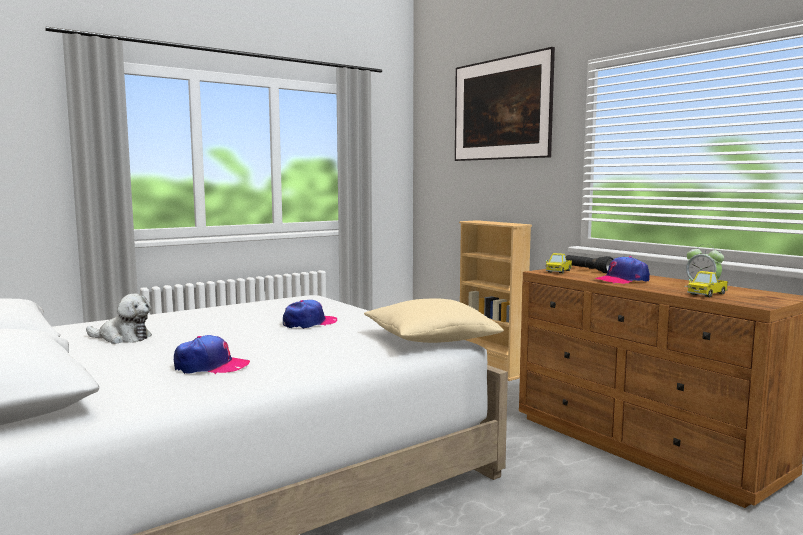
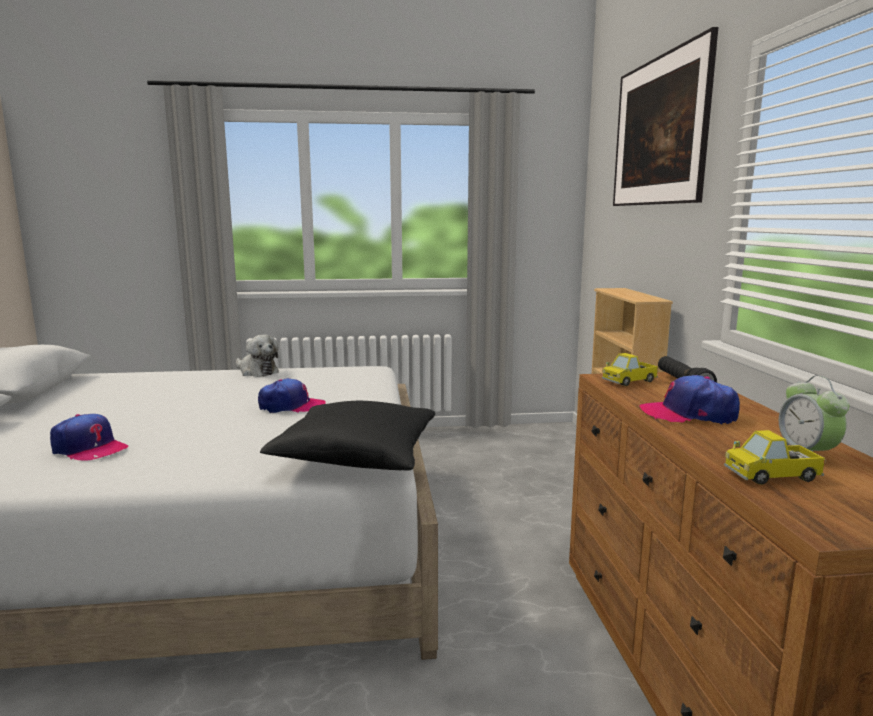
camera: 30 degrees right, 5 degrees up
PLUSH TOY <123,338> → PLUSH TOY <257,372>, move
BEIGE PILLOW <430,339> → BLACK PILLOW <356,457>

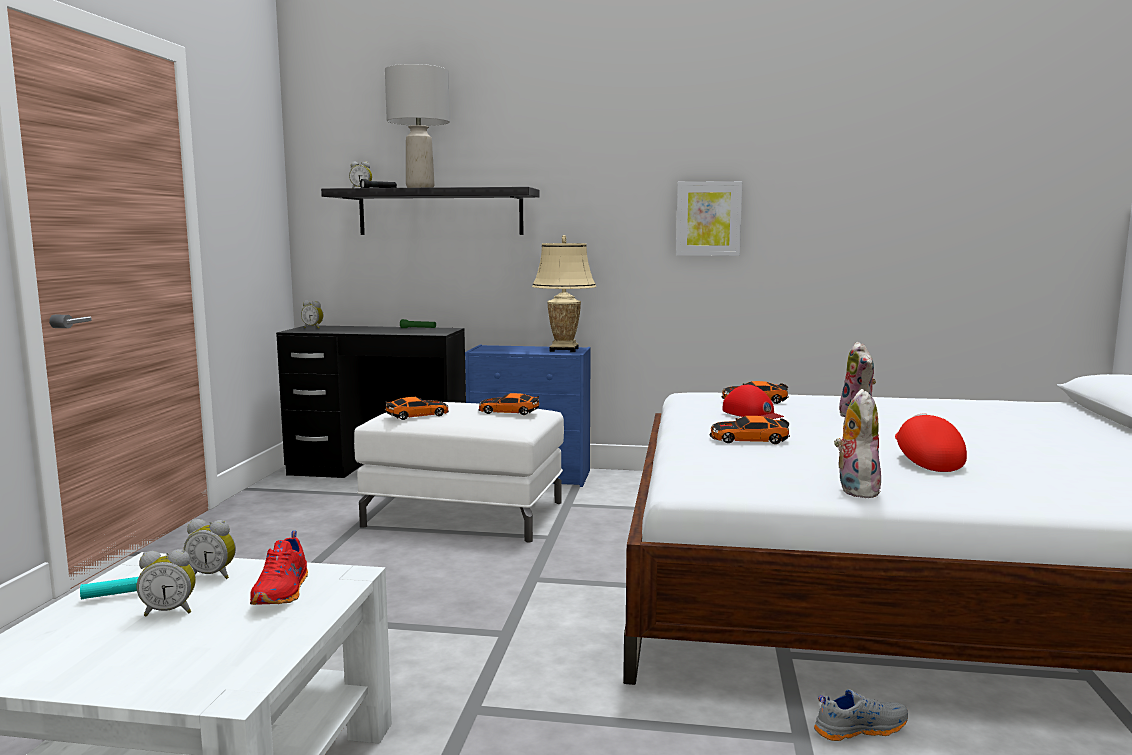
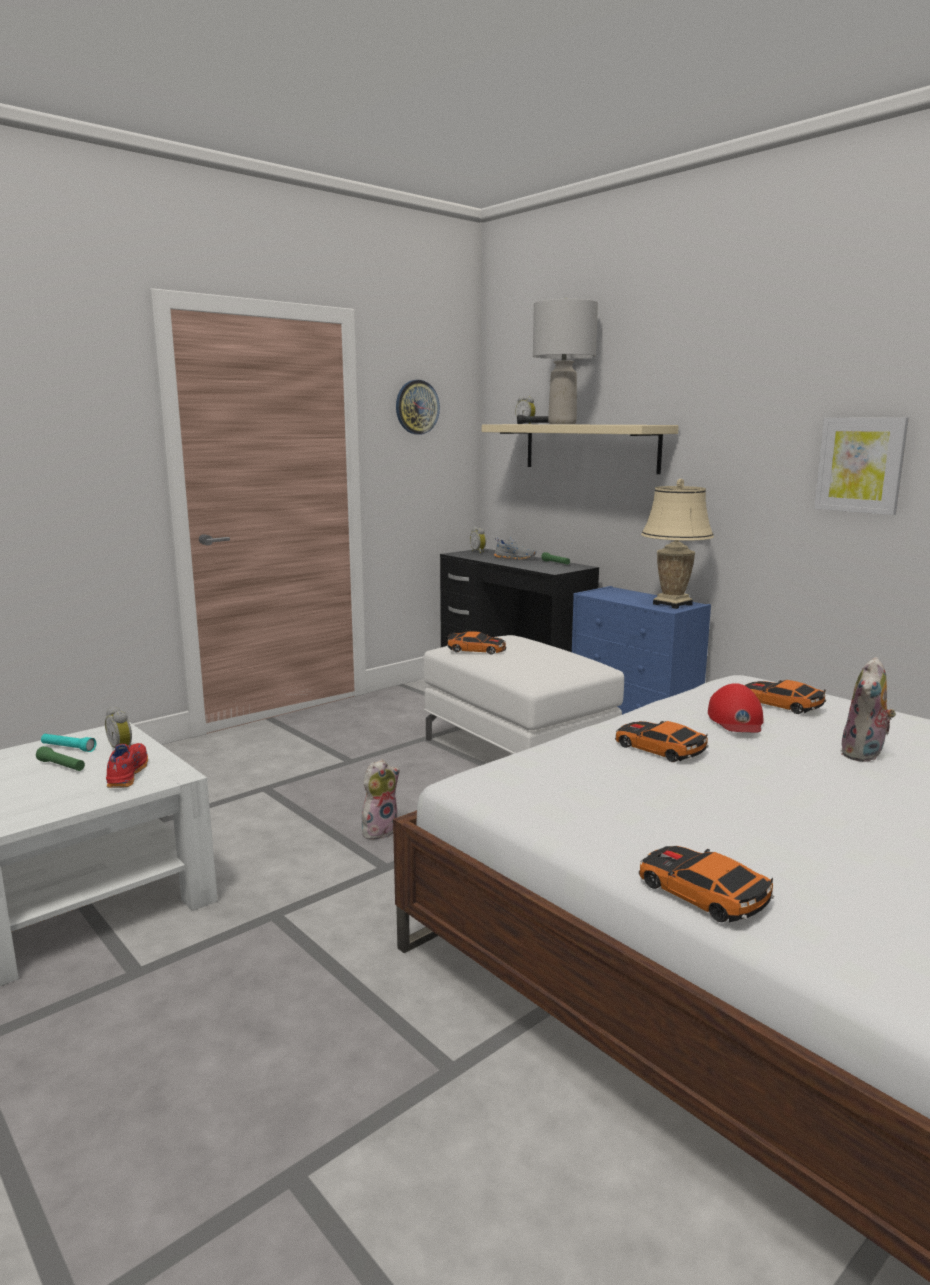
camera: 40 degrees right, 5 degrees up
ALARM CLOCK <170,611> → GREEN FLASHLIGHT <61,766>
RED SHOE <283,592> → RED SHOE <126,774>, 135 degrees clockwise
PLUSH TOY <854,489> → PLUSH TOY <379,830>, move
- → WALL CLOCK <416,407>
BLACK SHELF <440,212> → BEIGE SHELF <590,447>
GREY SHOE <859,728> → GREY SHOE <515,558>, move
TOY CAR <509,411> → TOY CAR <701,893>, move
RED CAP <925,461> → -

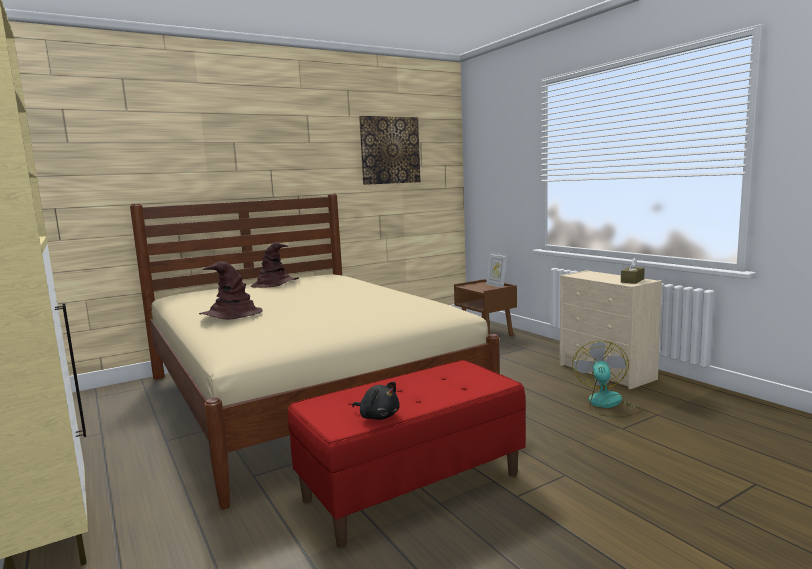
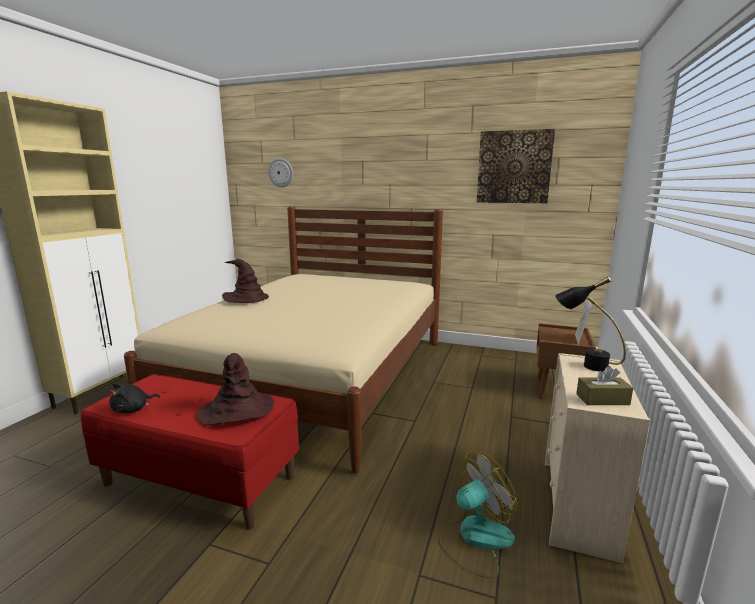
camera: 50 degrees right, 5 degrees up
BLACK PLUSH TOY <378,416> → BLACK PLUSH TOY <133,409>, 45 degrees clockwise
BROWN HAT <275,284> → BROWN HAT <236,411>, move
- → WALL CLOCK <281,172>
- → BLACK TABLE LAMP <584,364>

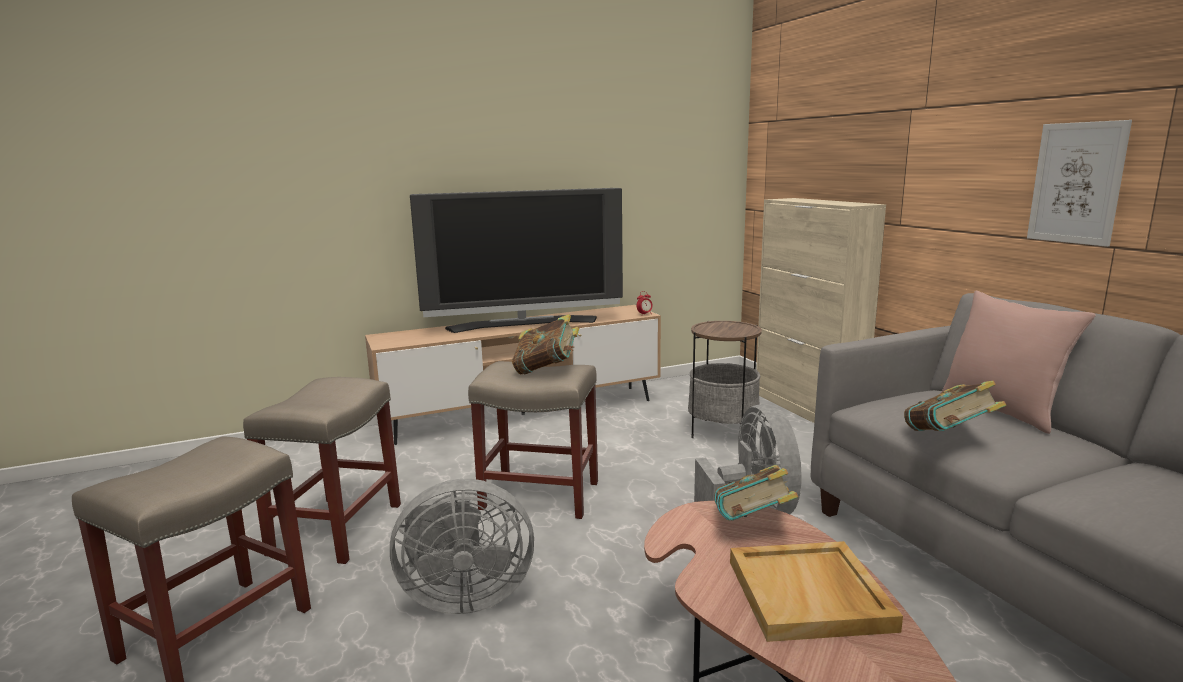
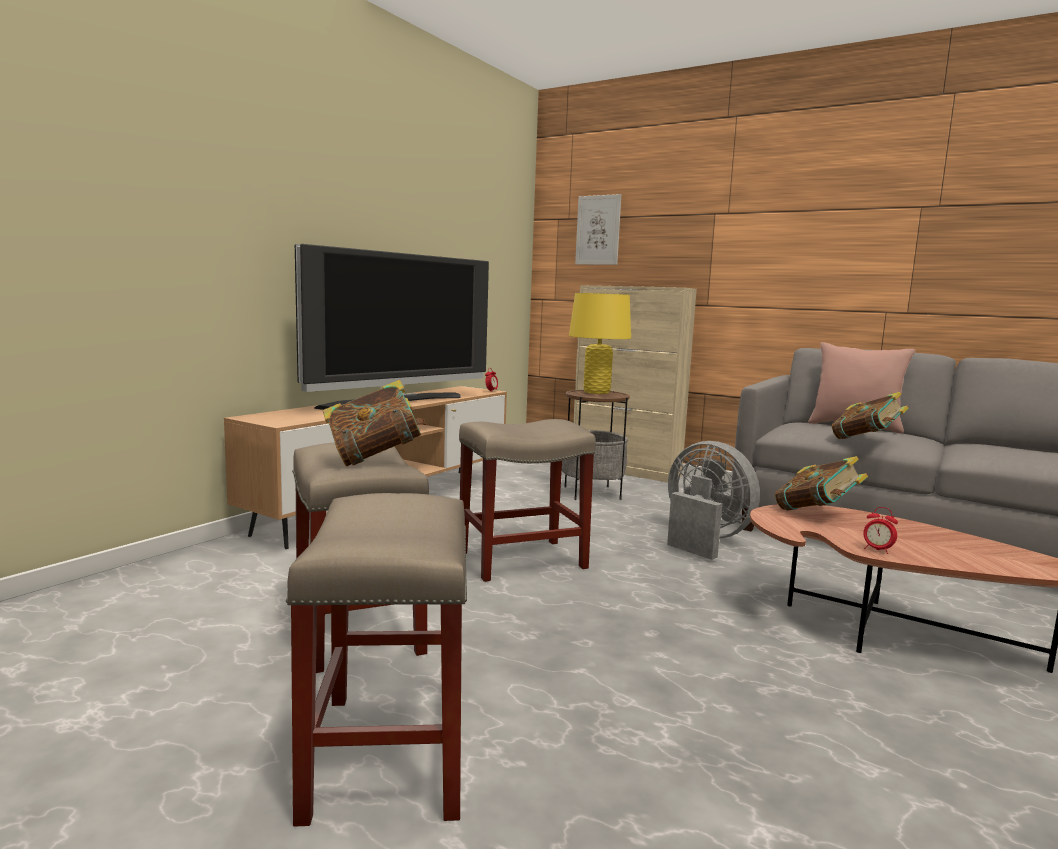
camera: 35 degrees left, 5 degrees down
BOOK <546,370> → BOOK <374,459>, move
- → YELLOW TABLE LAMP <596,392>
PICTURE <1076,183> → PICTURE <598,230>, move
- → ALARM CLOCK <877,550>
GREY FAN <462,597> → -
BEIGE TRAY <810,595> → -

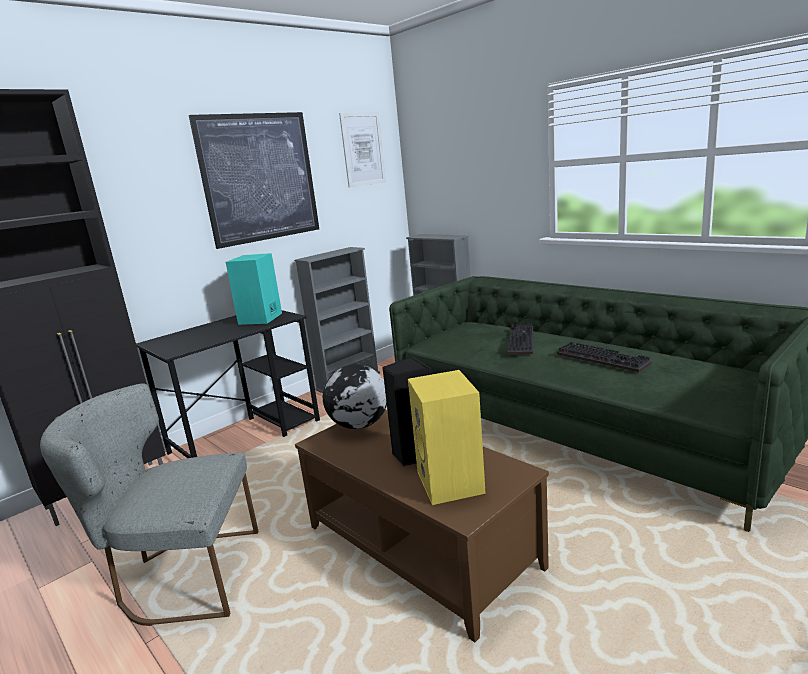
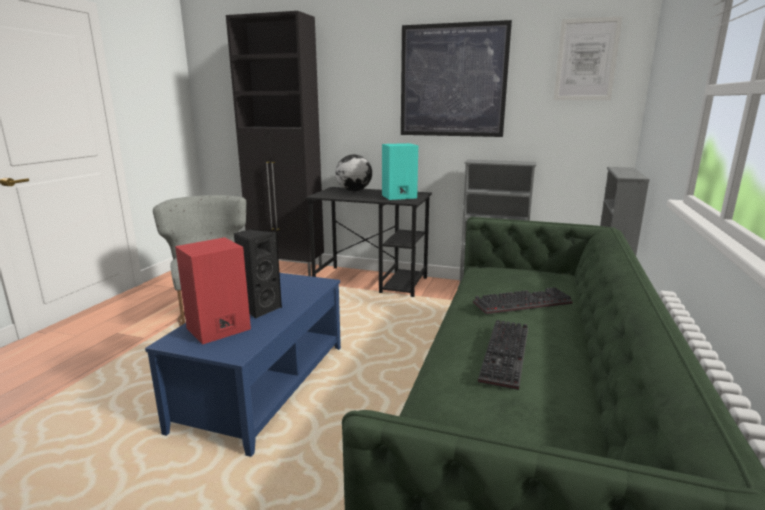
camera: 60 degrees right, 0 degrees up
BROWN COFFEE TABLE <421,546> → BLUE COFFEE TABLE <266,386>
YELLOW SPEAKER <452,483> → RED SPEAKER <217,329>
GLOBE <359,425> → GLOBE <353,191>, move

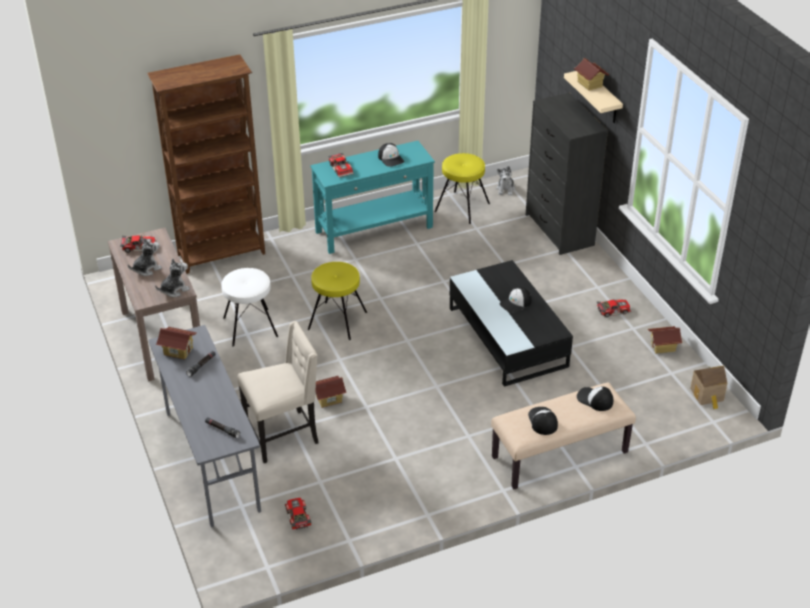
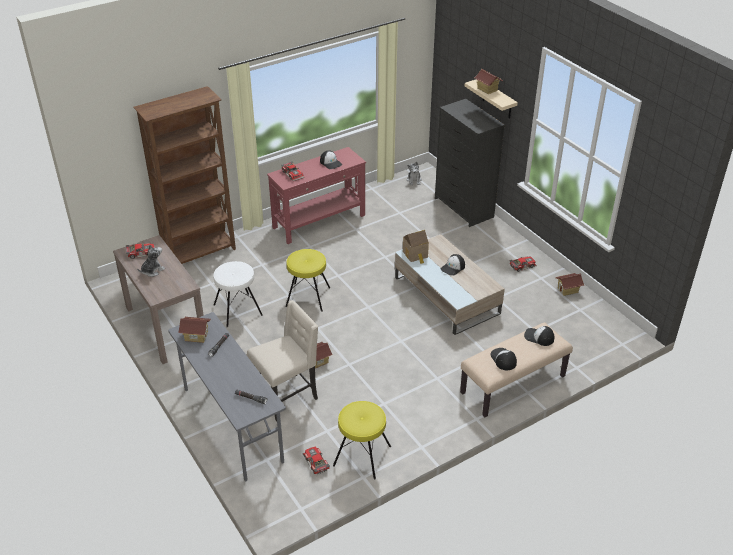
camera: 10 degrees left, 0 degrees up
TURQUOISE CONSOLE TABLE <375,230> → RED CONSOLE TABLE <319,221>
YELLOW STOOL <462,207> → YELLOW STOOL <362,456>, move
BLACK COFFEE TABLE <507,337> → BEIGE COFFEE TABLE <446,295>
TOY HOUSE <707,396> → TOY HOUSE <416,255>, move
PLUSH TOY <174,290> → -

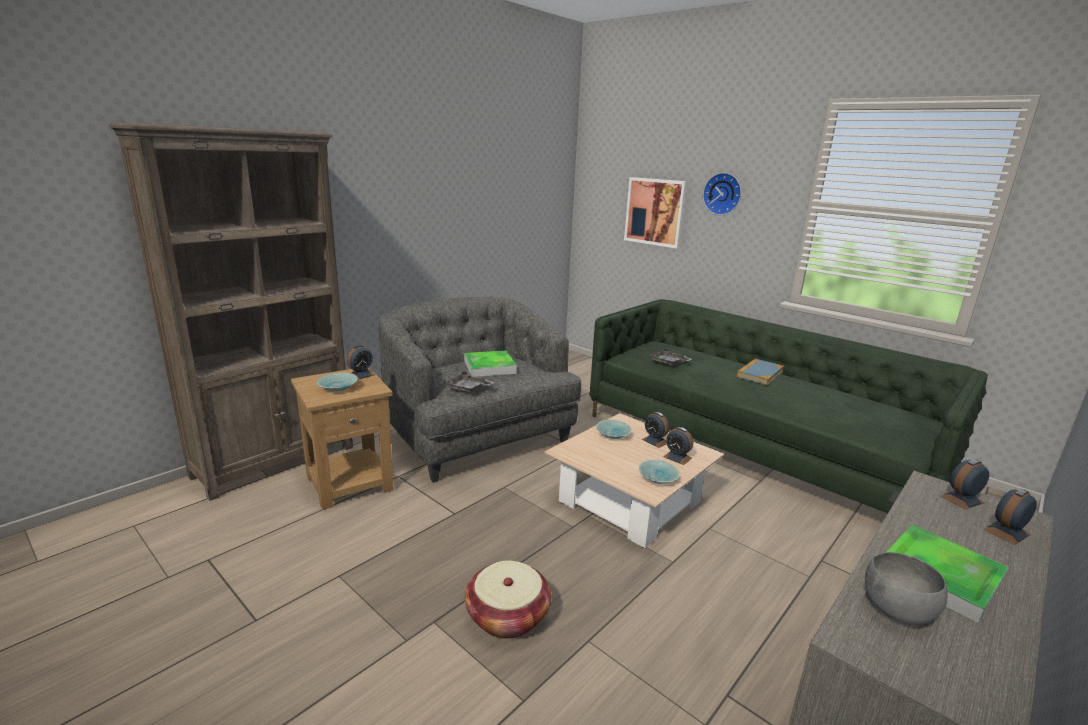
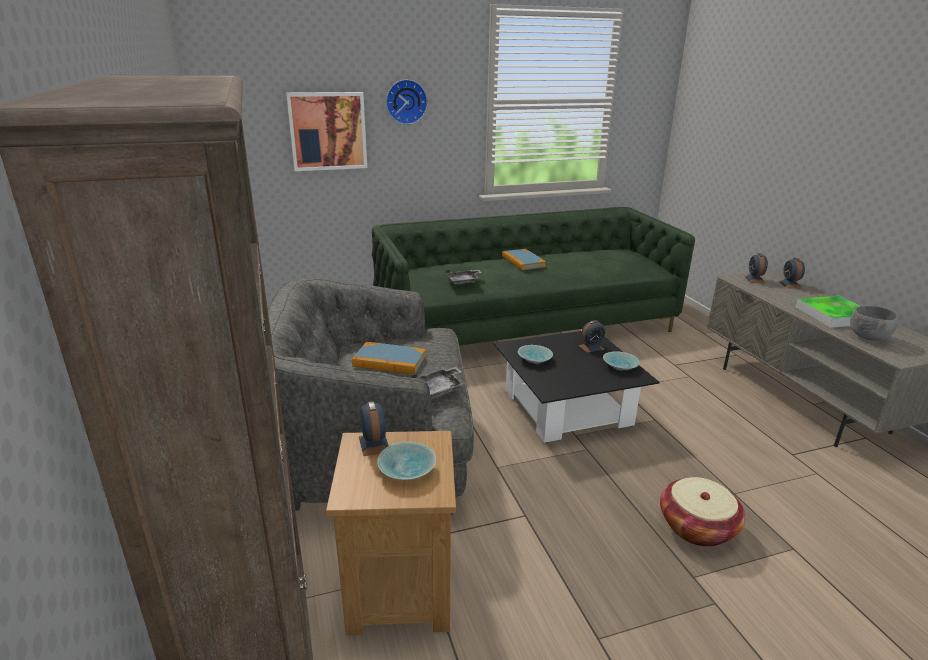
camera: 60 degrees left, 5 degrees up
TRAY <489,367> → BOOK <389,361>
BEIGE COFFEE TABLE <629,502> → BLACK COFFEE TABLE <567,408>
ALARM CLOCK <655,441> → -

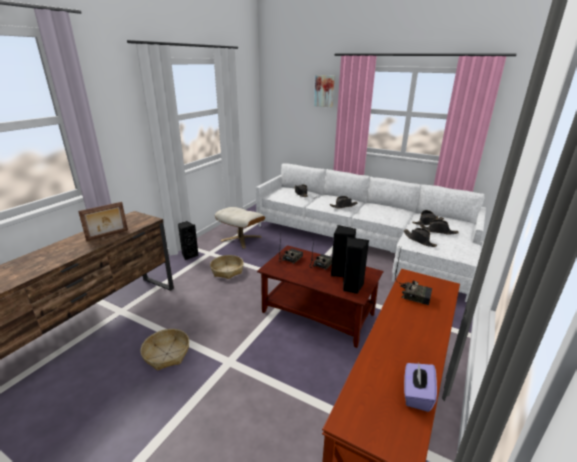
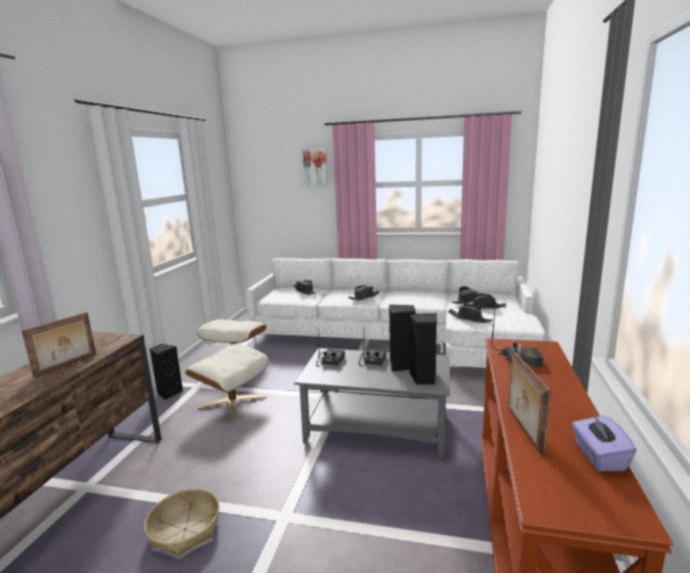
camera: 15 degrees left, 10 degrees down
BASKET <227,270> → BEIGE OTTOMAN <232,402>
BROWN COFFEE TABLE <319,313> → GREY COFFEE TABLE <378,428>
- → PICTURE FRAME <523,430>

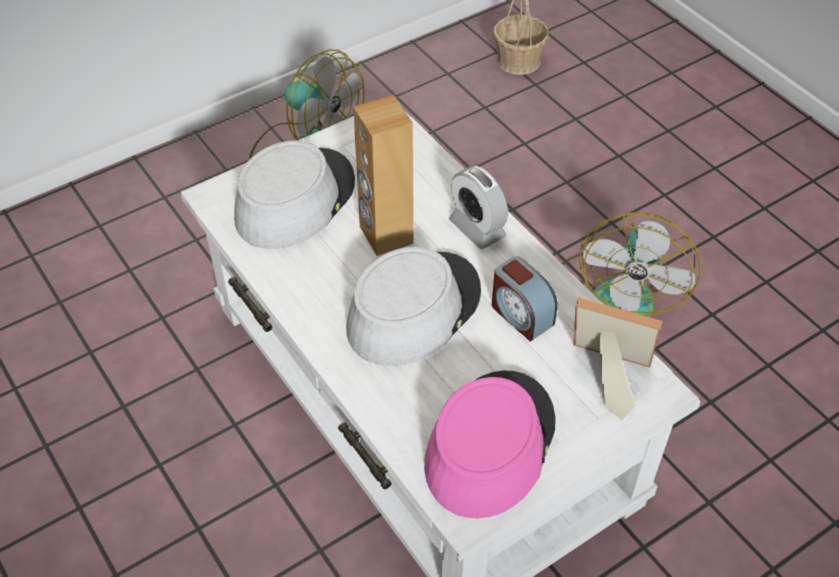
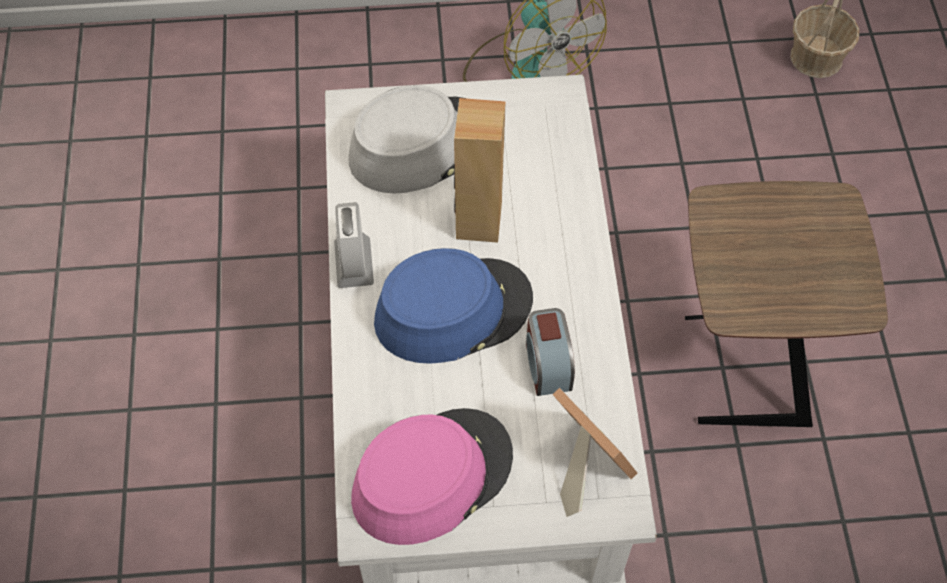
camera: 30 degrees right, 10 degrees up
ALARM CLOCK <477,228> → ALARM CLOCK <354,263>, move
GREY HAT <413,309> → BLUE HAT <453,310>
FAN <619,293> → BROWN SIDE TABLE <741,370>

